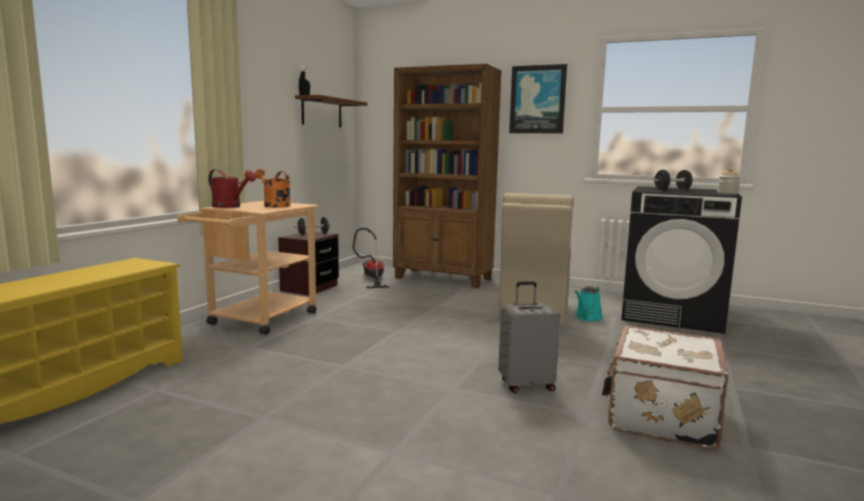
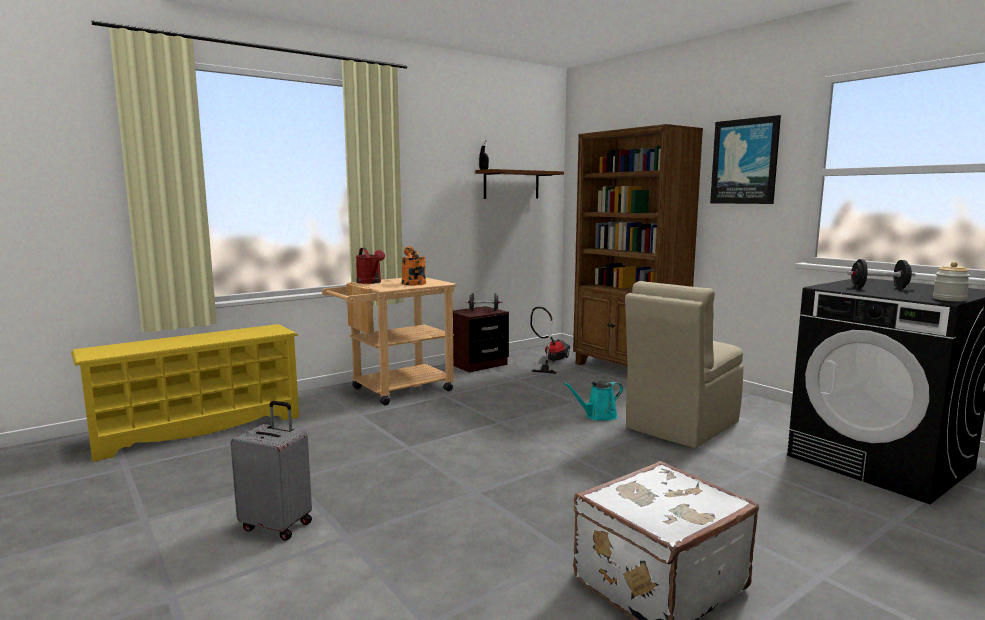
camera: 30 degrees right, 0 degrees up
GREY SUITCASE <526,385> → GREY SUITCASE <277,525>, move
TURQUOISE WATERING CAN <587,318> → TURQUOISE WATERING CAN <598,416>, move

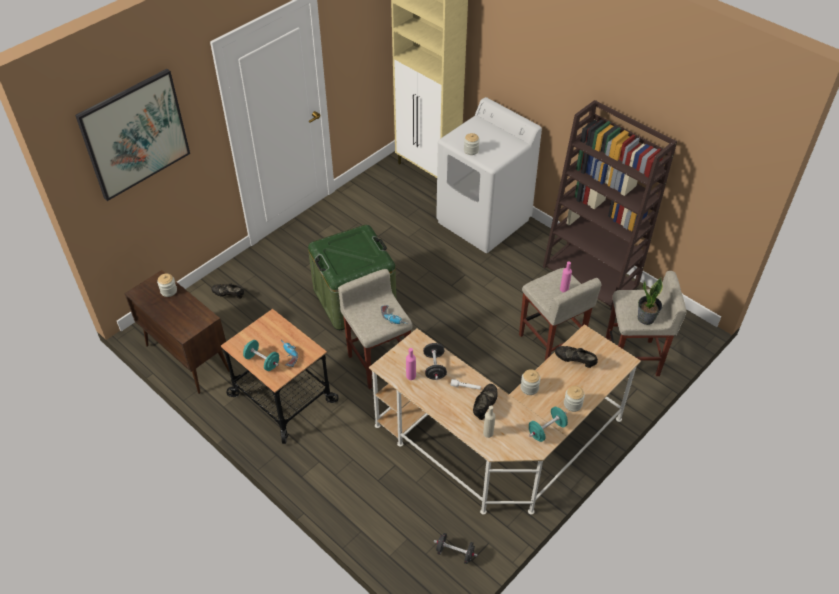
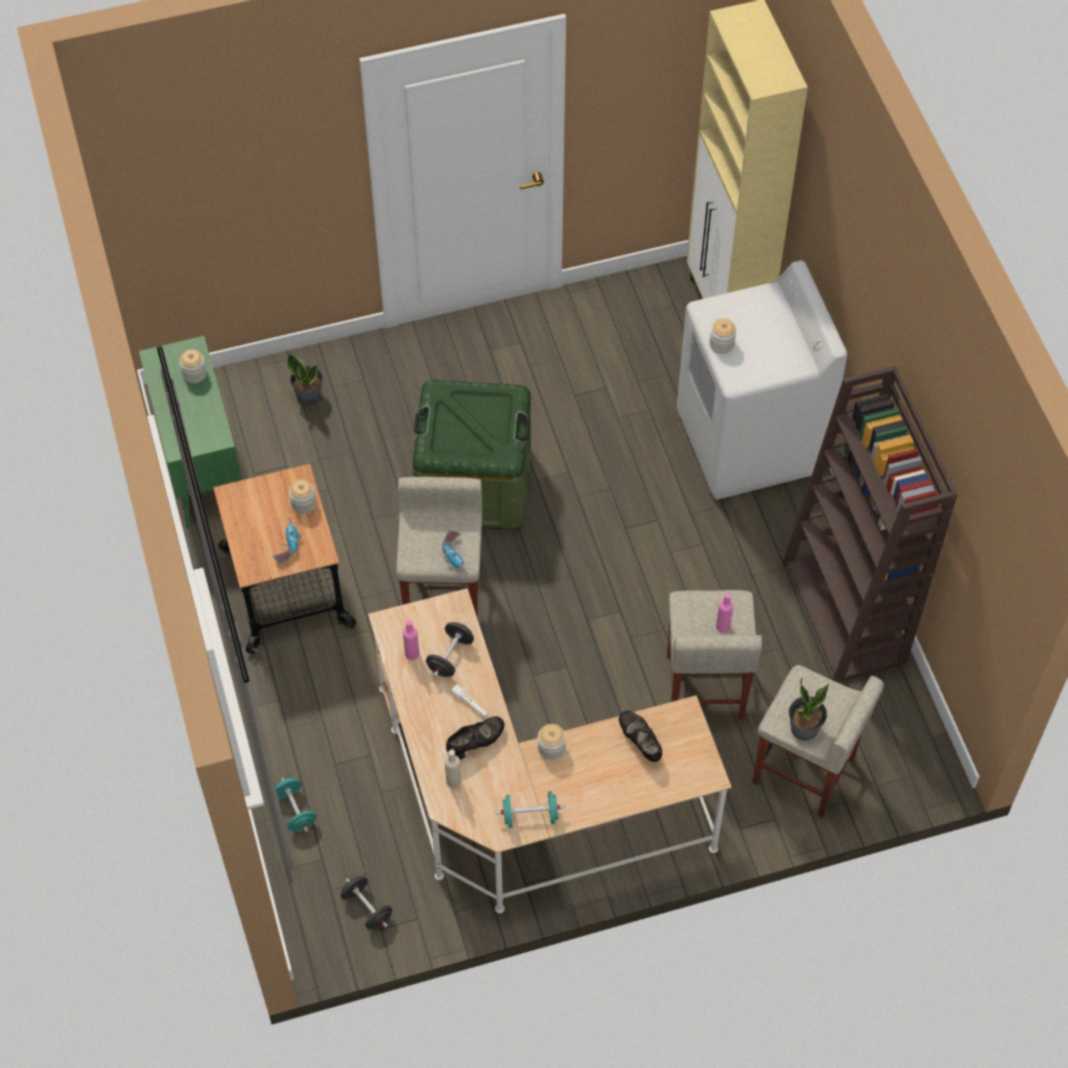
camera: 30 degrees right, 10 degrees up
BROWN CABINET <187,357> → GREEN CABINET <201,466>
TURQUOISE DUMBBELL <262,361> → TURQUOISE DUMBBELL <295,811>, move
BLACK SHOE <229,295> → POTTED PLANT <308,395>
JAR <572,404> → JAR <303,503>, move
PICTURE <135,134> → -

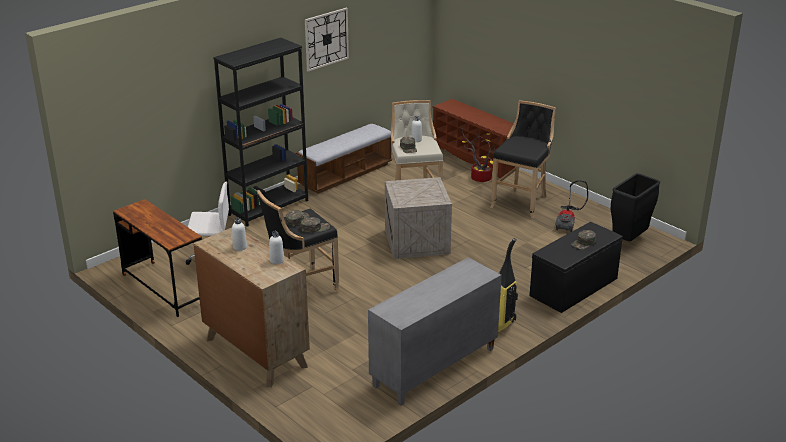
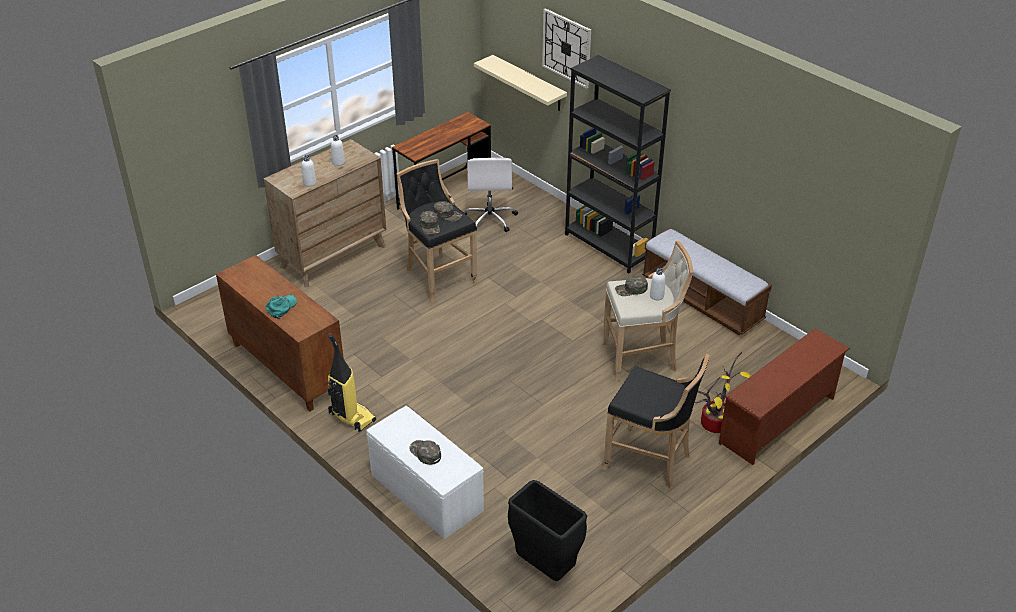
camera: 90 degrees right, 10 degrees up
GREY CABINET <434,368> → BROWN CABINET <286,367>
- → TURQUOISE CAP <281,307>
BLACK BENCH <574,288> → WHITE BENCH <425,492>
- → BEIGE SHELF <529,83>
WALL CLOCK <326,39> → WALL CLOCK <567,48>, move
CRATE <418,242> → -
VACUUM CLEANER <568,222> → -

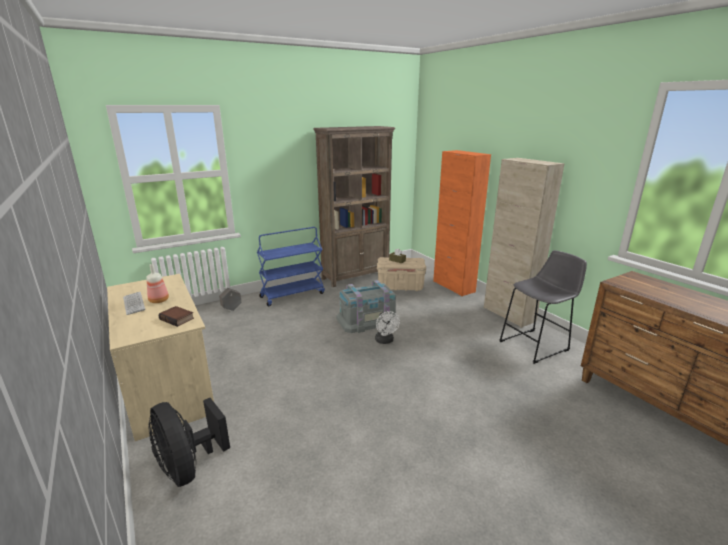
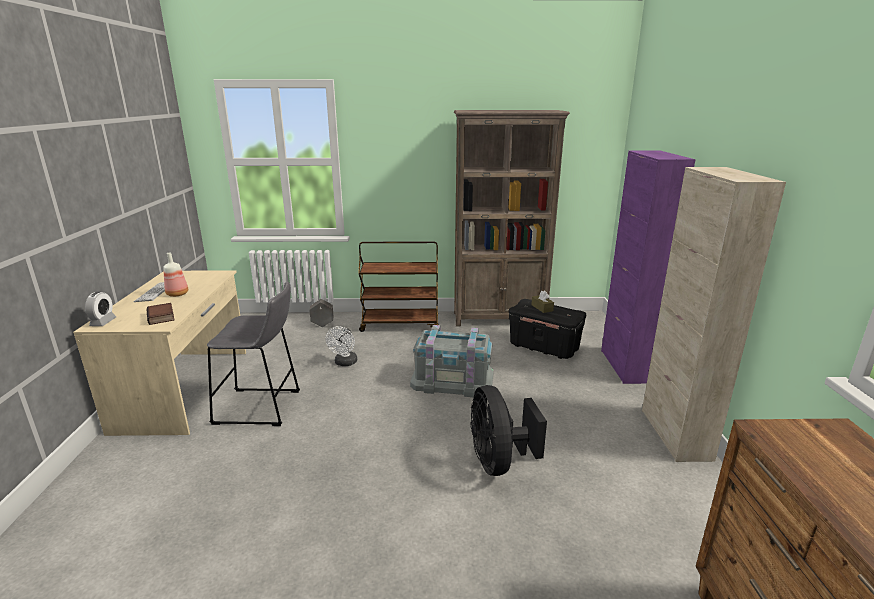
camera: 30 degrees right, 0 degrees up
- → ALARM CLOCK <103,322>
GREY STOOL <536,345> → GREY STOOL <262,407>, move
WHITE FAN <385,341> → WHITE FAN <344,363>, move
BLUE CART <292,295> → BROWN CART <400,324>
BLACK FAN <189,466> → BLACK FAN <499,461>, move
BEIGE STORAGE BOX <400,287> → BLACK STORAGE BOX <544,347>
ORANGE CABINET <453,286> → PURPLE CABINET <625,366>

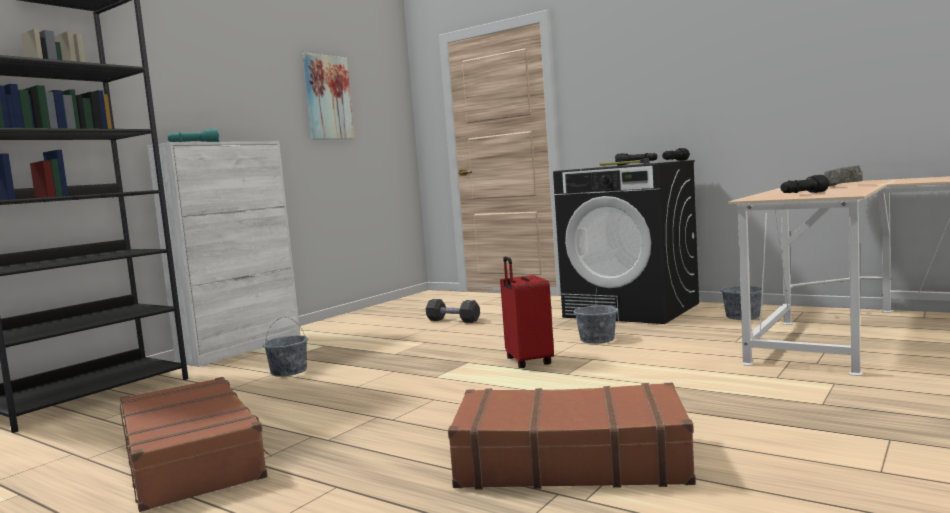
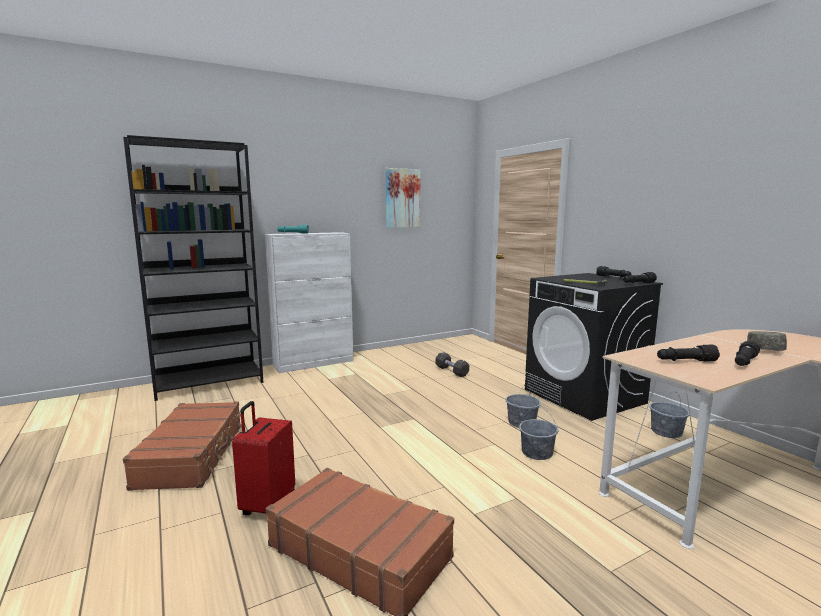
camera: 25 degrees right, 5 degrees up
RED SUITCASE <527,362> → RED SUITCASE <267,505>, move
GREY BUCKET <288,371> → GREY BUCKET <536,452>, move
- → BLACK FLASHLIGHT <744,362>

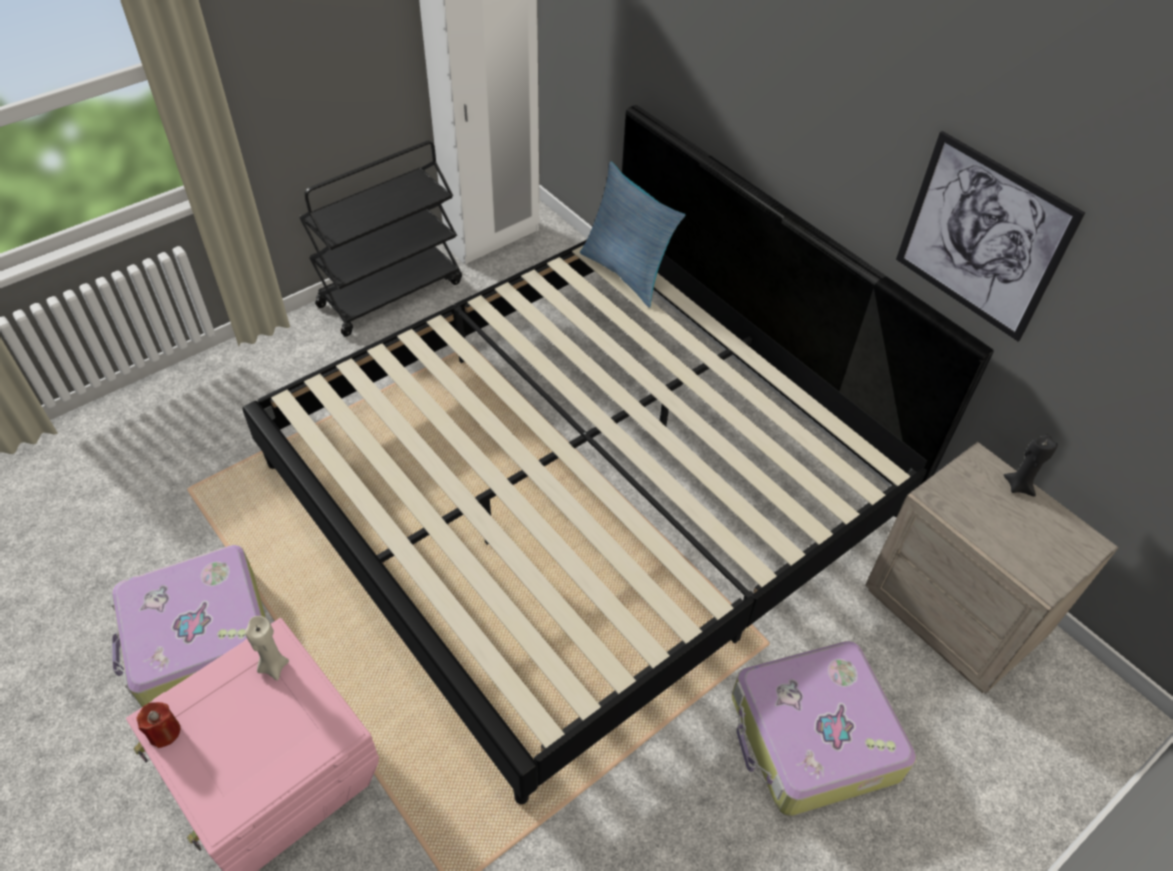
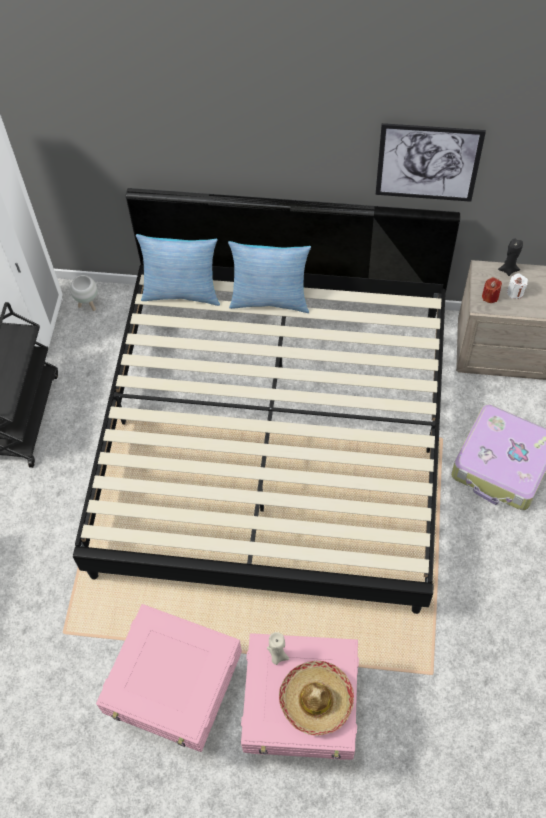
camera: 40 degrees left, 10 degrees up
- → WHITE PLANTER <88,305>
SUITCASE <199,639> → PINK STORAGE BOX <178,694>
- → PILLOW <270,299>
- → HAT <316,700>
RED CANDLE <164,732> → RED CANDLE <490,296>, move
- → WHITE CANDLE <515,292>

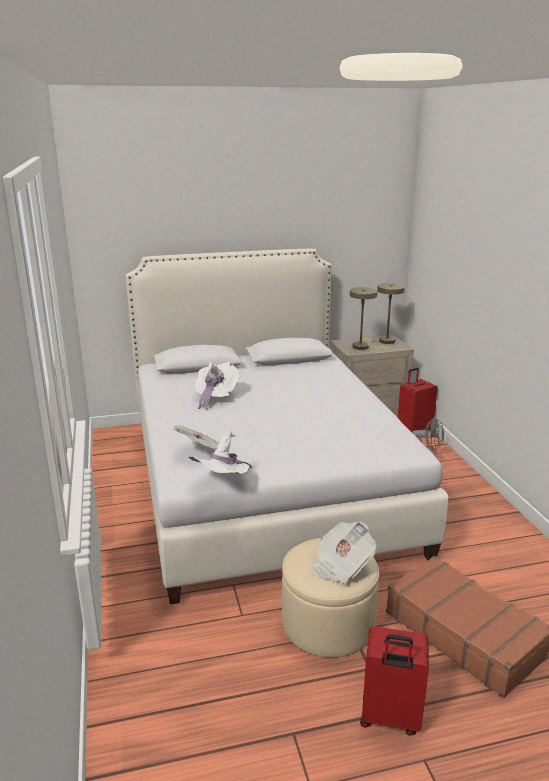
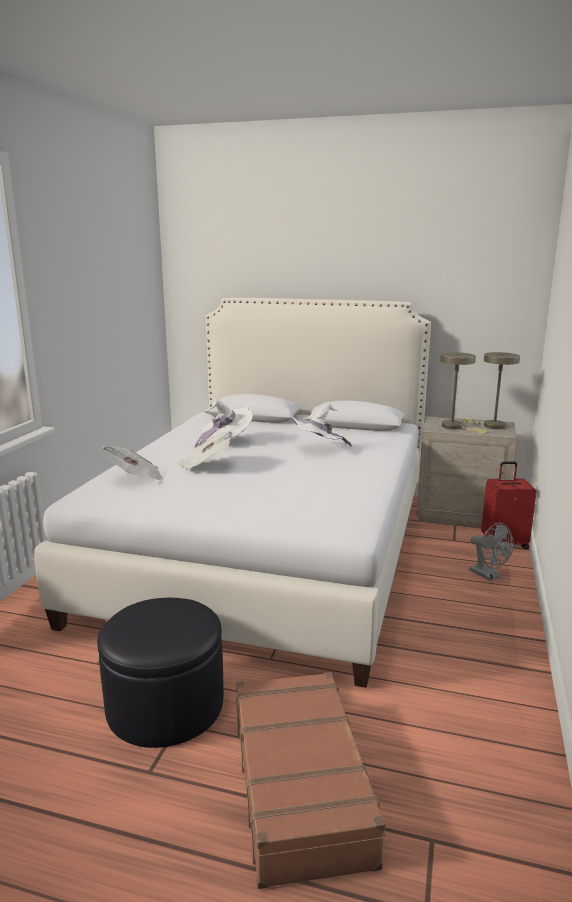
camera: 30 degrees right, 5 degrees down
BEIGE OTTOMAN <328,622> → BLACK OTTOMAN <165,705>
NEWSPAPER <341,566> → NEWSPAPER <206,464>, move
WHITE HAT <223,483> → WHITE HAT <318,449>, move
RED SUITCASE <390,718> → -

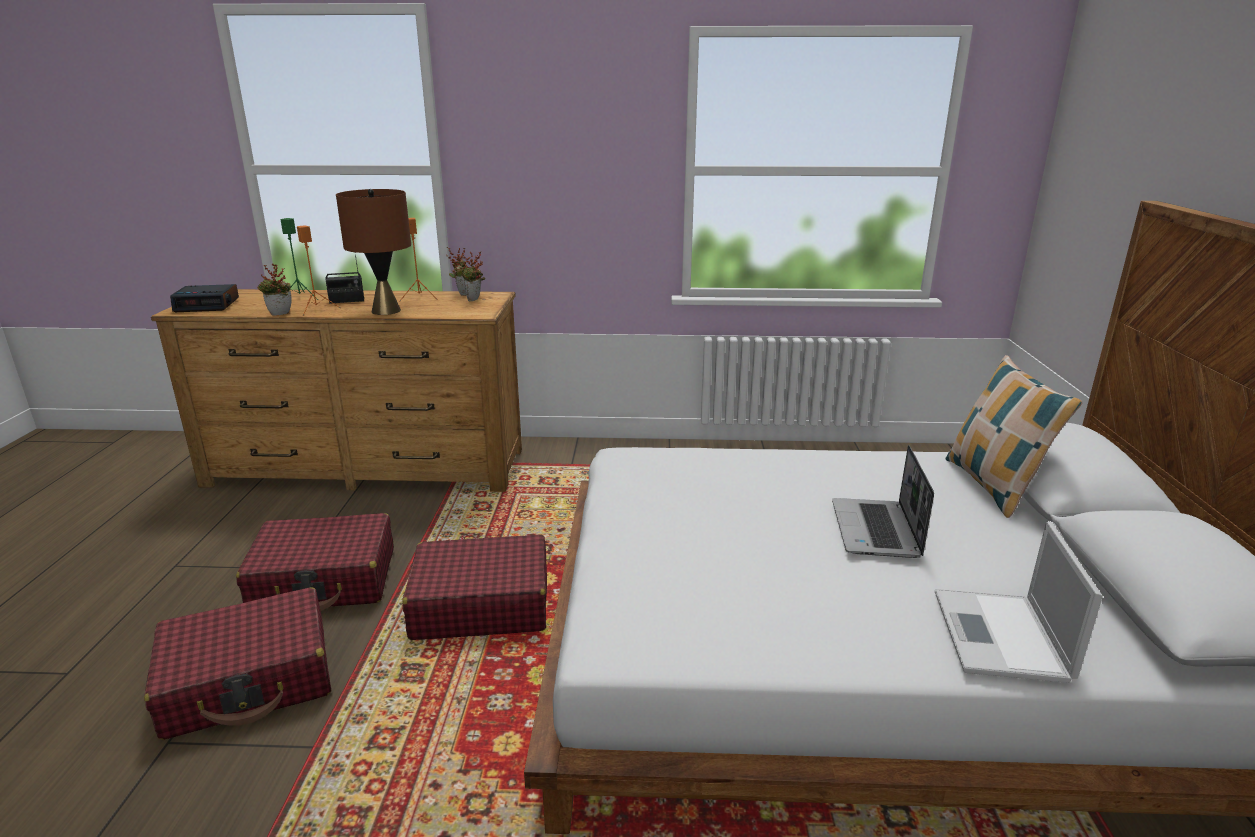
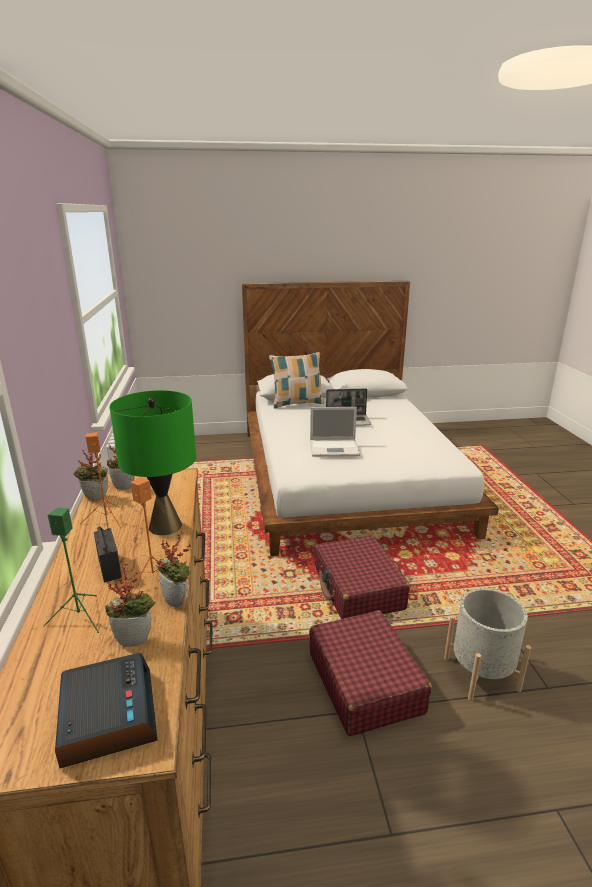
camera: 100 degrees left, 0 degrees up
- → POTTED PLANT <135,638>
BROWN TABLE LAMP <386,311> → GREEN TABLE LAMP <165,526>
LAPTOP <1001,637> → LAPTOP <335,448>, move
RED SUITCASE <249,680> → GREY PLANTER <481,673>

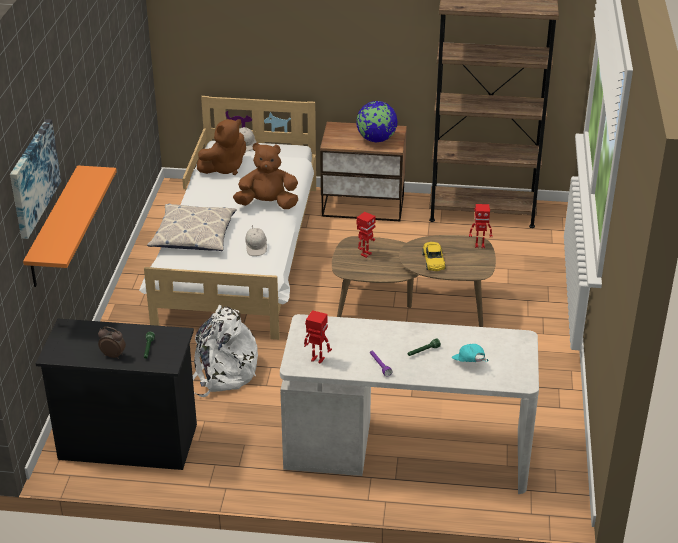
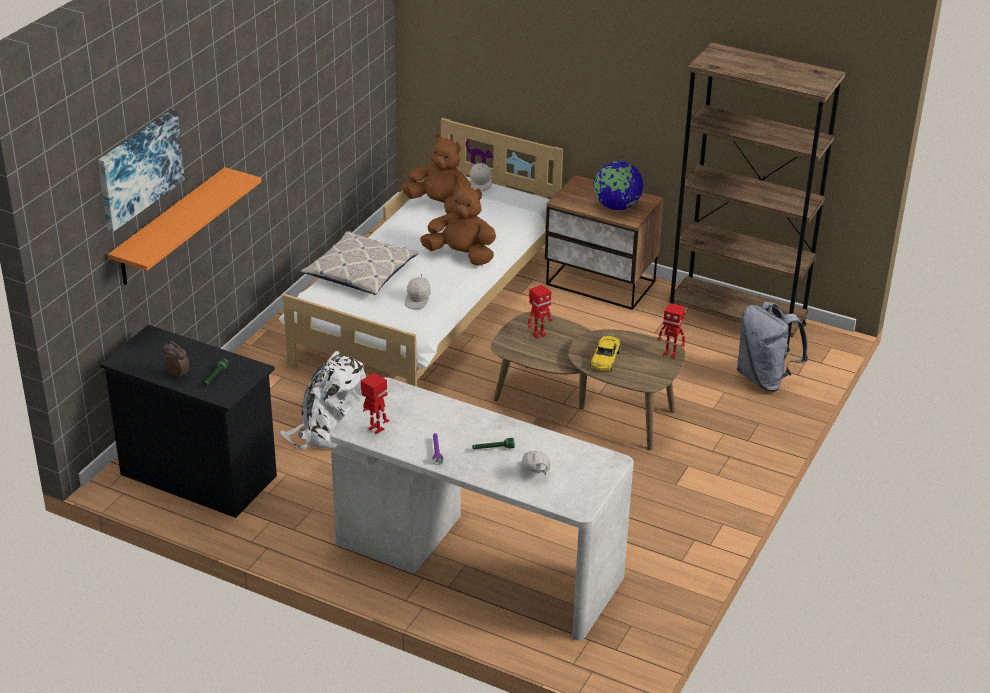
camera: 20 degrees right, 0 degrees up
BROWN PLUSH TOY <224,168> → BROWN PLUSH TOY <440,205>, 135 degrees counterclockwise
TURQUOISE CAP <469,363> → WHITE CAP <533,474>
- → GREY BACKPACK <765,379>

